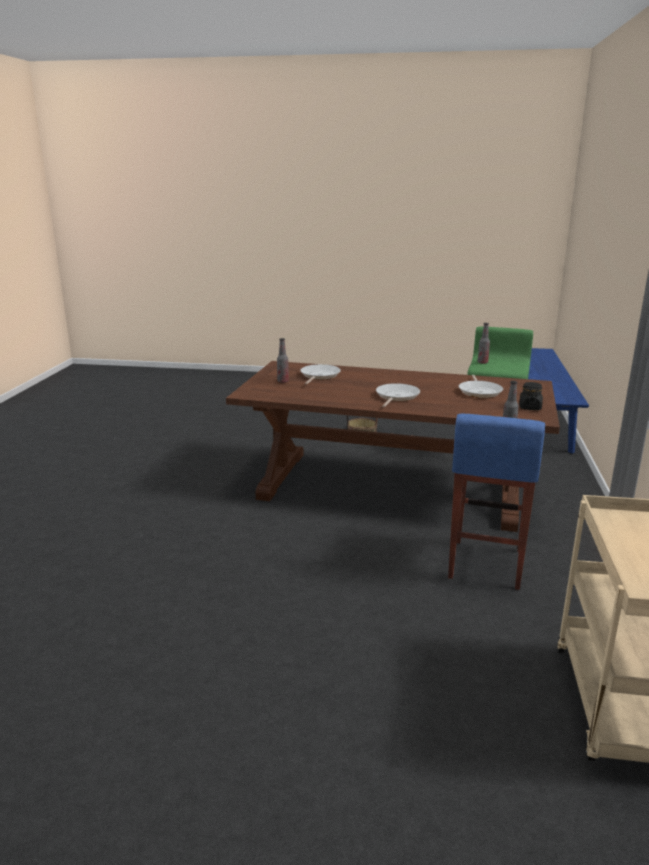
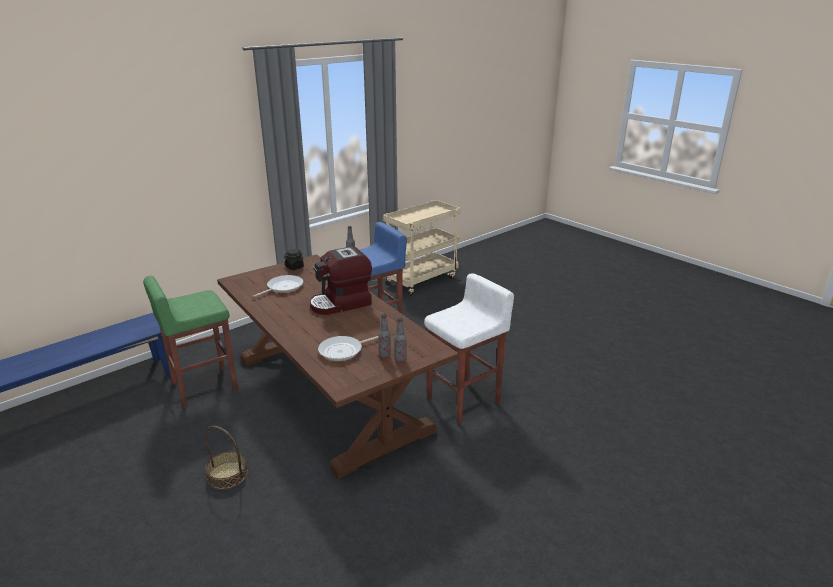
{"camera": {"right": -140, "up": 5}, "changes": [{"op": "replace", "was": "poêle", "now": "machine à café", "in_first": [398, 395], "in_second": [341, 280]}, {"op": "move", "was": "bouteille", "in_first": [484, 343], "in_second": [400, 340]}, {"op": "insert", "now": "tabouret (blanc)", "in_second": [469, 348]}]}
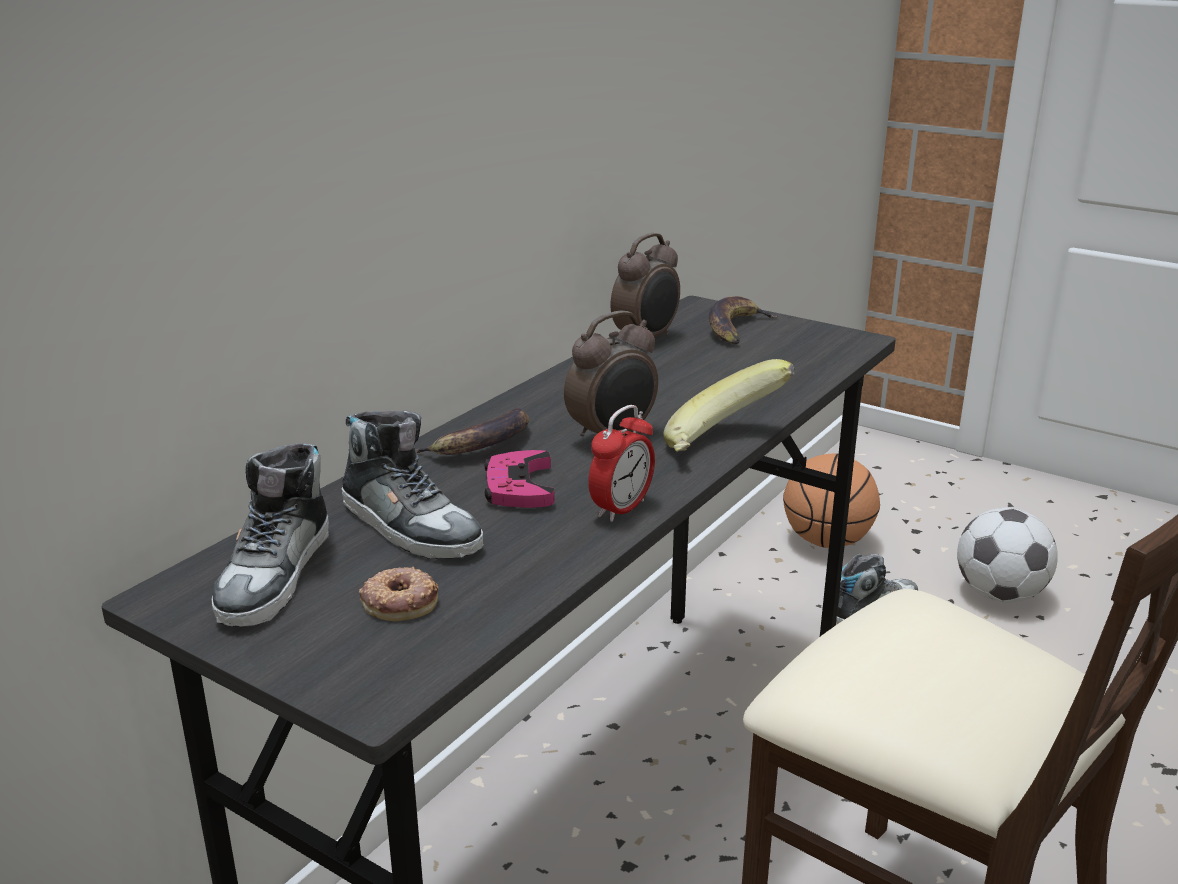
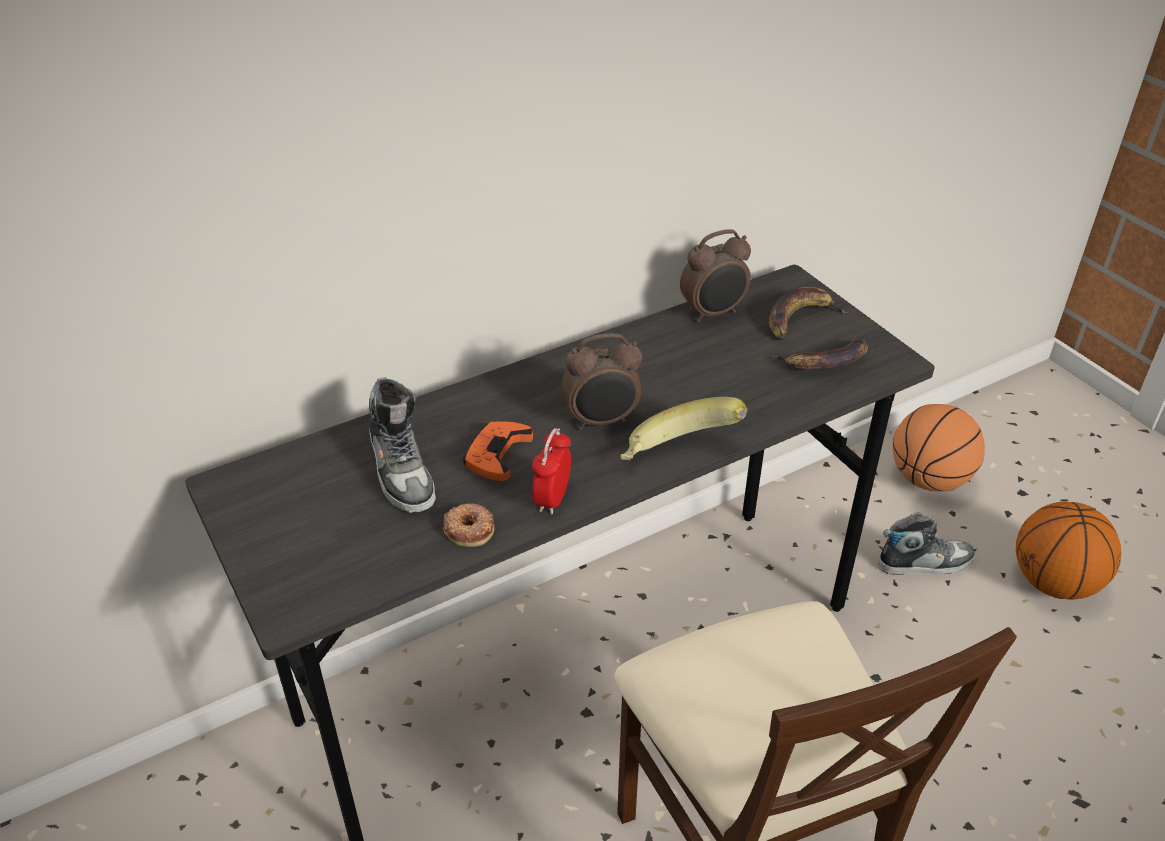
{"camera": {"right": 25, "up": 15}, "changes": [{"op": "delete", "was": "chaussure", "in_first": [270, 535]}, {"op": "move", "was": "beignet", "in_first": [399, 594], "in_second": [468, 525]}, {"op": "move", "was": "banane", "in_first": [472, 431], "in_second": [820, 354]}, {"op": "recolor", "was": "manette (rose)", "now": "manette (orange)", "in_first": [519, 479], "in_second": [498, 451]}, {"op": "rotate", "was": "réveil", "in_first": [621, 463], "in_second": [551, 471], "clockwise": 135}, {"op": "replace", "was": "ballon de foot", "now": "ballon de basket", "in_first": [1007, 555], "in_second": [1068, 550]}]}
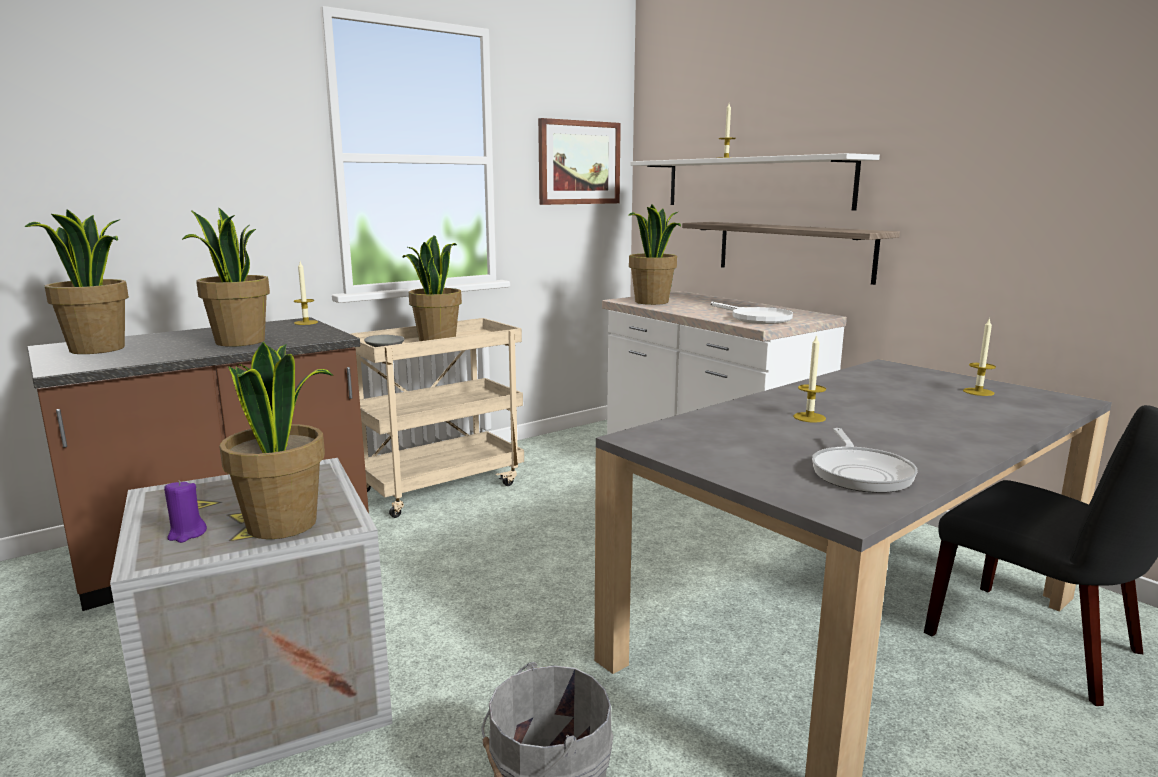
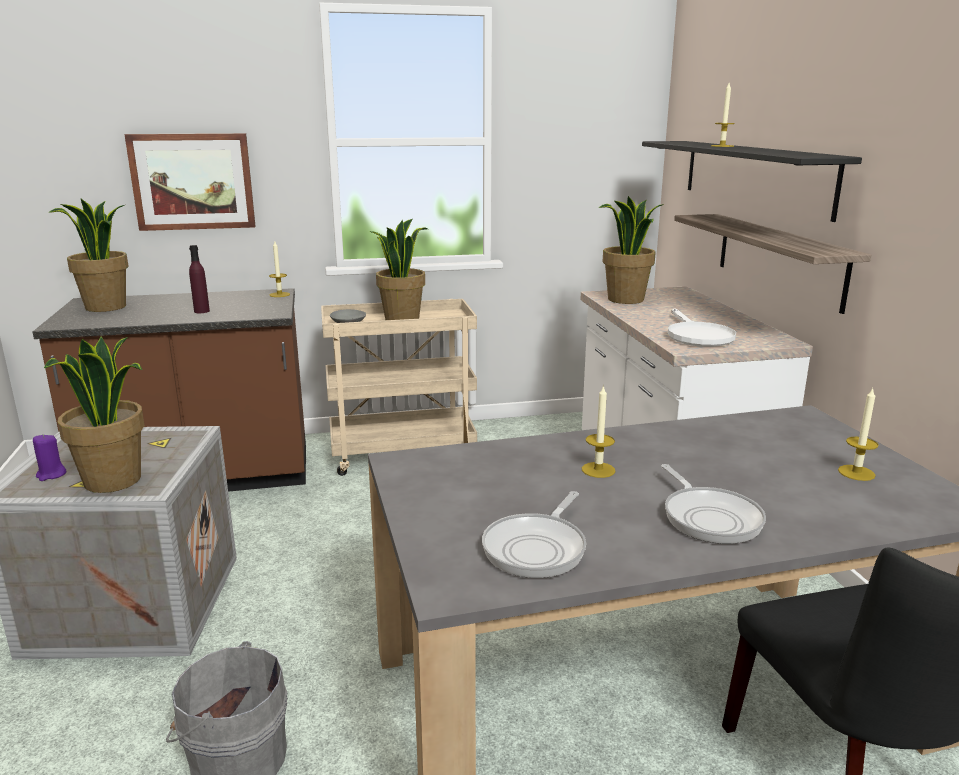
{"camera": {"right": 25, "up": 5}, "changes": [{"op": "replace", "was": "plante en pot", "now": "bouteille (violet)", "in_first": [226, 277], "in_second": [199, 279]}, {"op": "move", "was": "tableau", "in_first": [579, 161], "in_second": [190, 182]}, {"op": "recolor", "was": "étagère (blanc)", "now": "étagère (noir)", "in_first": [755, 182], "in_second": [752, 181]}, {"op": "insert", "now": "poêle", "in_second": [713, 504]}]}
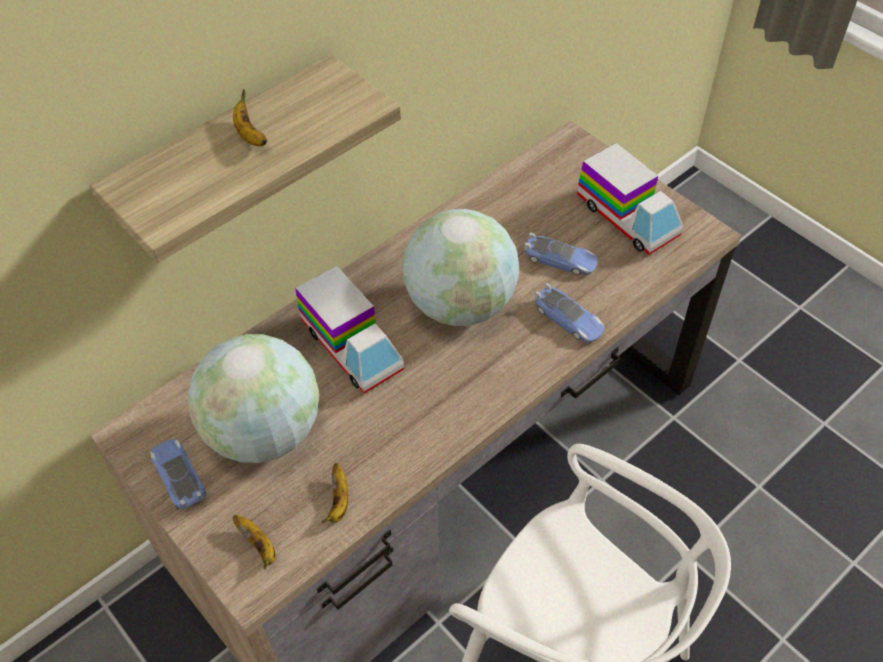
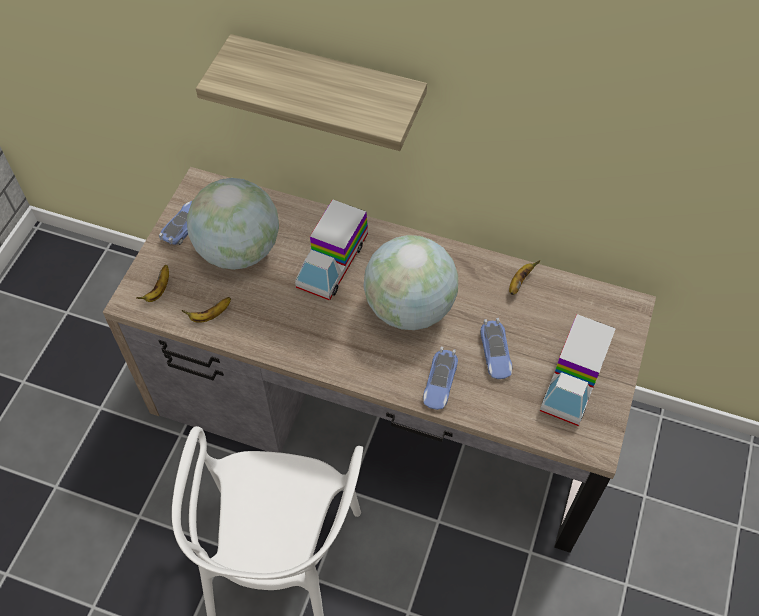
{"camera": {"right": 60, "up": 5}, "changes": [{"op": "move", "was": "banane", "in_first": [250, 117], "in_second": [525, 277]}]}
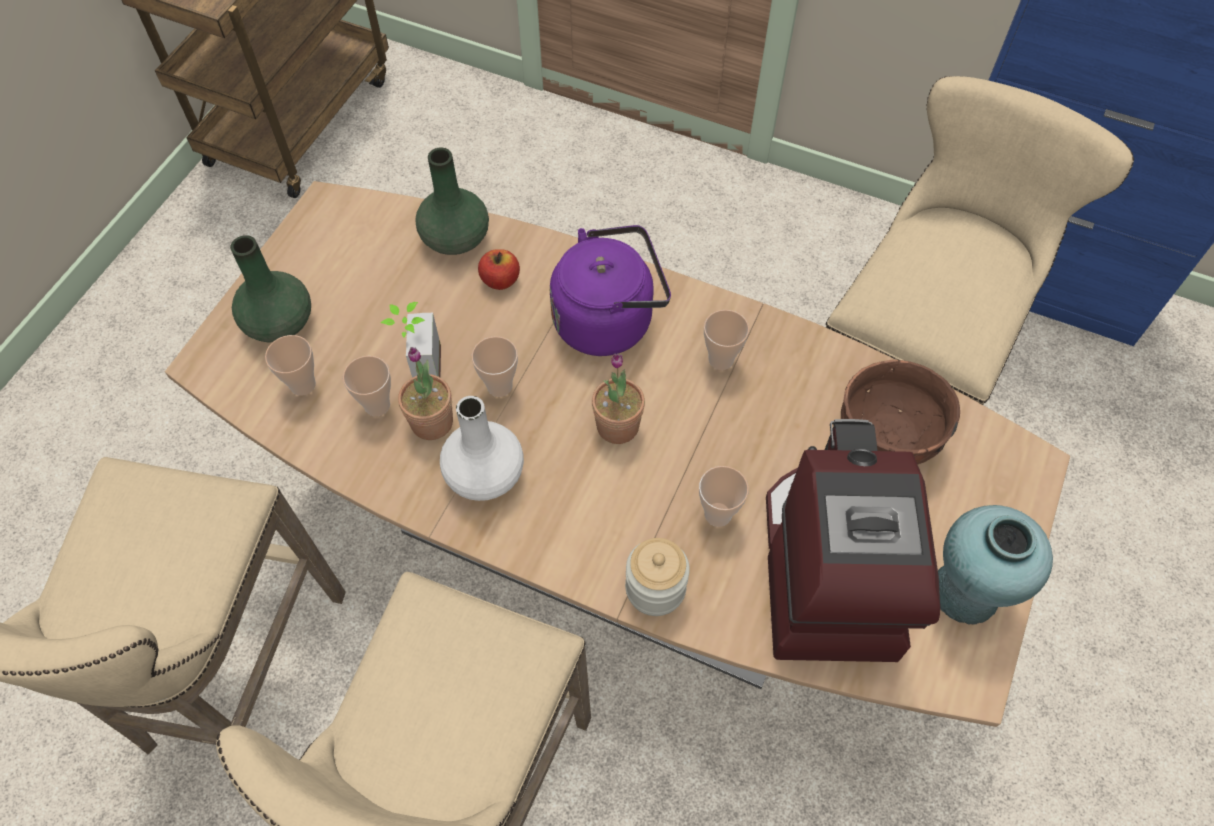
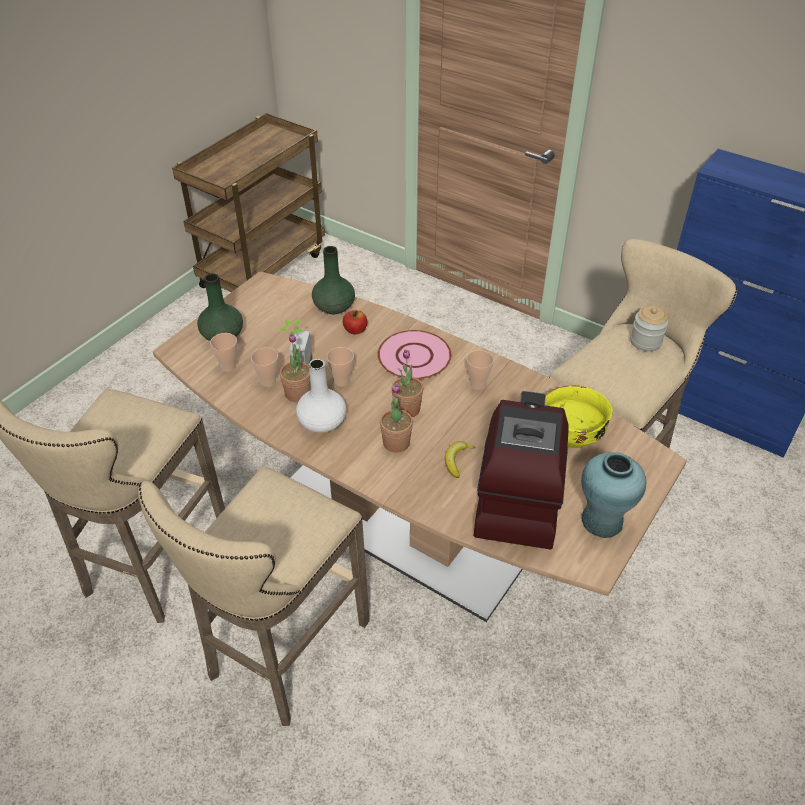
{"camera": {"right": 10, "up": -15}, "changes": [{"op": "replace", "was": "bouilloire (violet)", "now": "assiette (rose)", "in_first": [610, 290], "in_second": [414, 354]}, {"op": "move", "was": "bocal", "in_first": [657, 577], "in_second": [649, 329]}, {"op": "replace", "was": "tasse", "now": "banane", "in_first": [724, 496], "in_second": [460, 459]}, {"op": "recolor", "was": "bol (marron)", "now": "bol (jaune)", "in_first": [900, 412], "in_second": [579, 416]}, {"op": "insert", "now": "plante en pot", "in_second": [396, 418]}]}
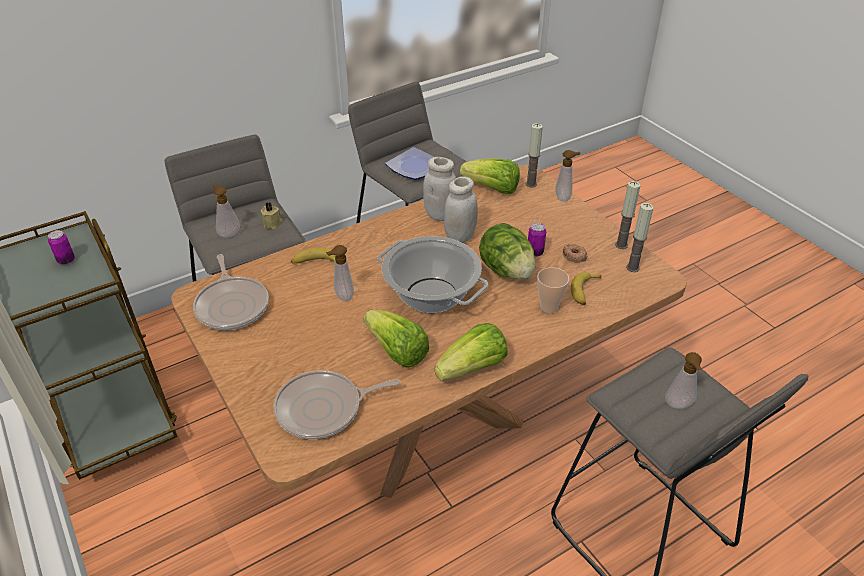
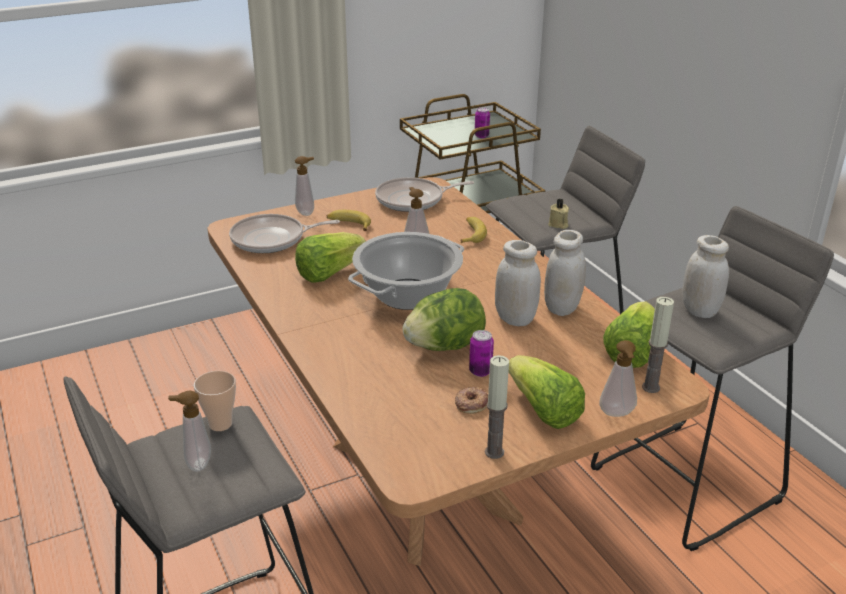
{"camera": {"right": 95, "up": -10}, "changes": [{"op": "move", "was": "distributeur de savon", "in_first": [226, 211], "in_second": [304, 186]}, {"op": "rotate", "was": "poêle", "in_first": [337, 404], "in_second": [284, 233], "clockwise": -90}, {"op": "replace", "was": "assiette", "now": "bocal (blanc)", "in_first": [409, 163], "in_second": [705, 276]}, {"op": "move", "was": "laitue", "in_first": [471, 351], "in_second": [546, 392]}, {"op": "move", "was": "tasse", "in_first": [553, 290], "in_second": [215, 401]}, {"op": "move", "was": "banane", "in_first": [586, 288], "in_second": [349, 220]}, {"op": "delete", "was": "bougie", "in_first": [639, 237]}]}
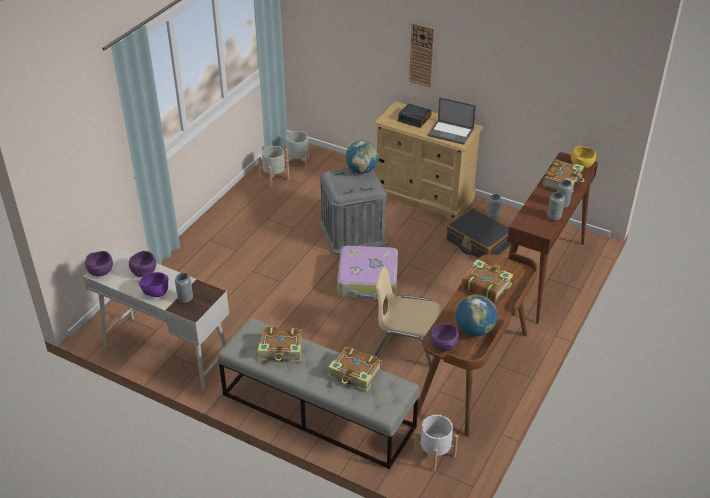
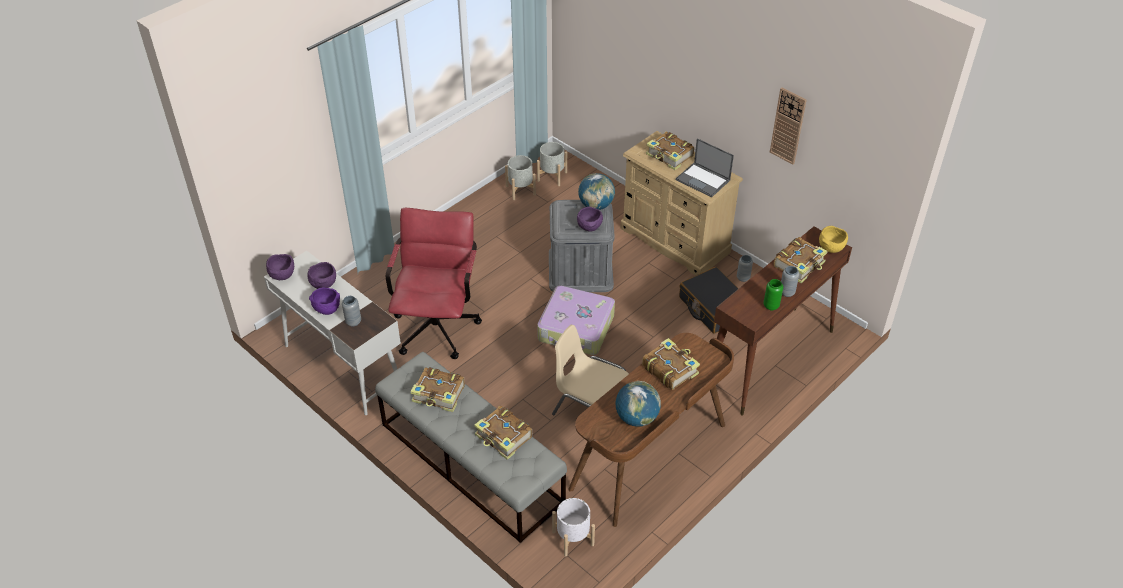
{"camera": {"right": 15, "up": 5}, "changes": [{"op": "replace", "was": "réveil", "now": "livre", "in_first": [415, 115], "in_second": [670, 151]}, {"op": "move", "was": "horloge murale", "in_first": [422, 55], "in_second": [788, 126]}, {"op": "move", "was": "bol (violet)", "in_first": [444, 337], "in_second": [590, 219]}, {"op": "recolor", "was": "vase (gris)", "now": "vase (vert)", "in_first": [556, 206], "in_second": [773, 294]}, {"op": "insert", "now": "chaise de bureau (rouge)", "in_second": [434, 283]}]}
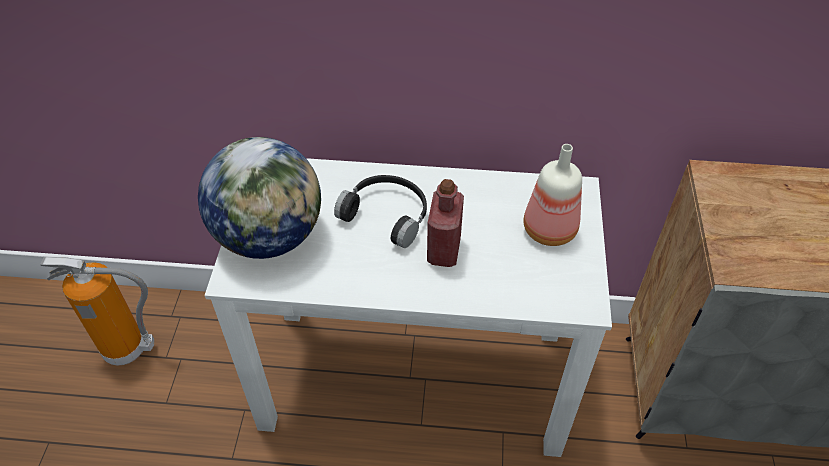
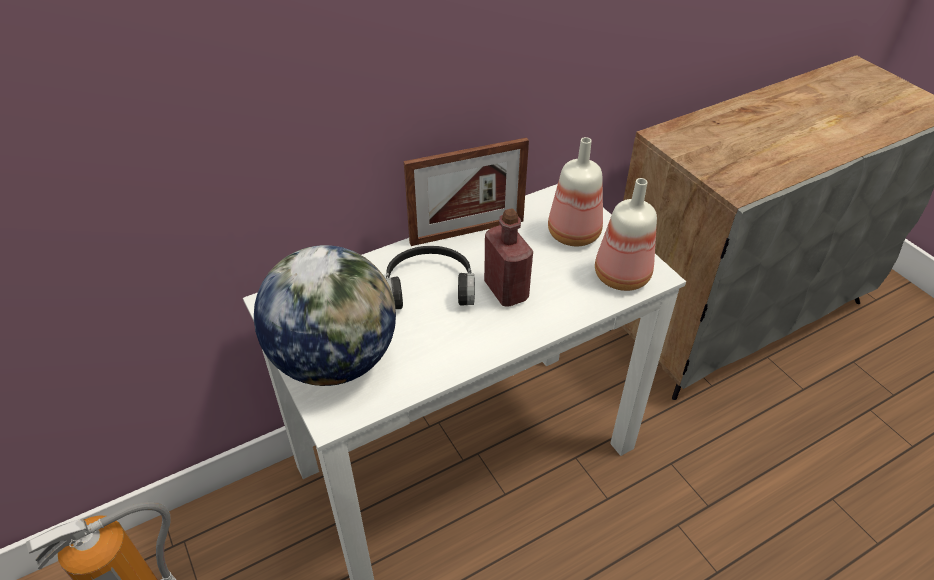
{"camera": {"right": -35, "up": -5}, "changes": [{"op": "insert", "now": "cadre photo", "in_second": [466, 191]}, {"op": "insert", "now": "bouteille", "in_second": [626, 234]}]}
